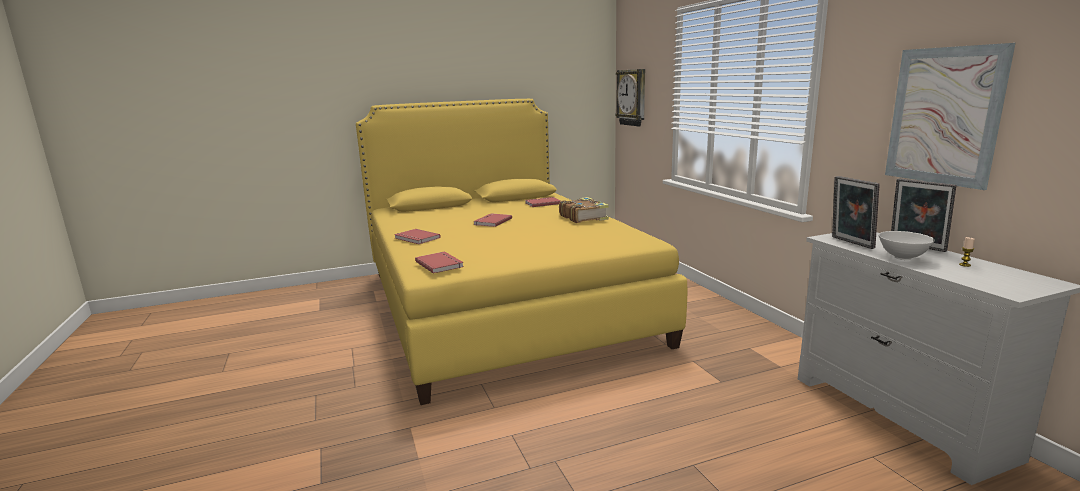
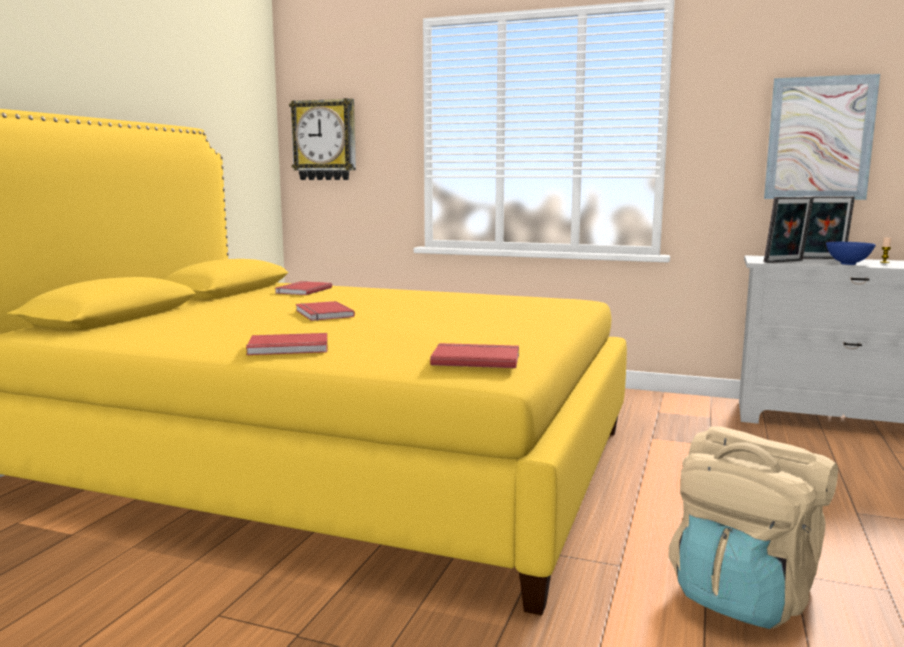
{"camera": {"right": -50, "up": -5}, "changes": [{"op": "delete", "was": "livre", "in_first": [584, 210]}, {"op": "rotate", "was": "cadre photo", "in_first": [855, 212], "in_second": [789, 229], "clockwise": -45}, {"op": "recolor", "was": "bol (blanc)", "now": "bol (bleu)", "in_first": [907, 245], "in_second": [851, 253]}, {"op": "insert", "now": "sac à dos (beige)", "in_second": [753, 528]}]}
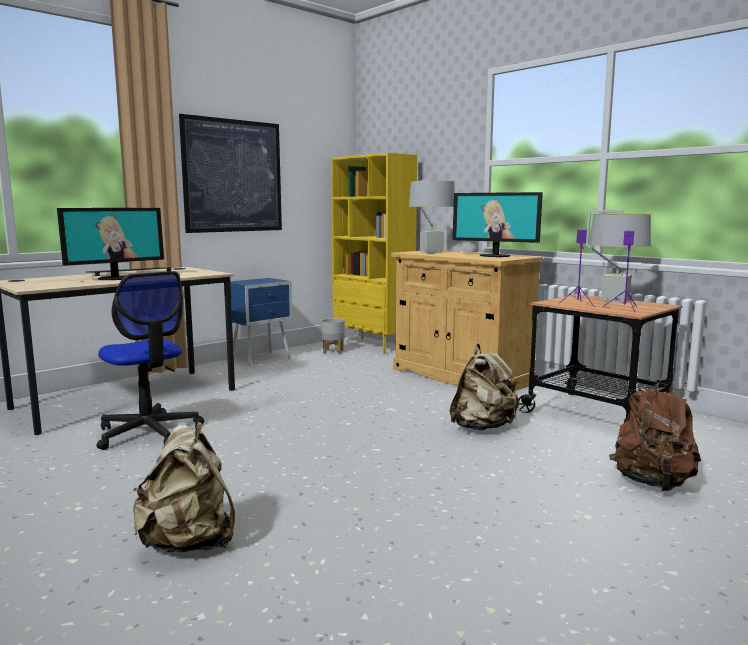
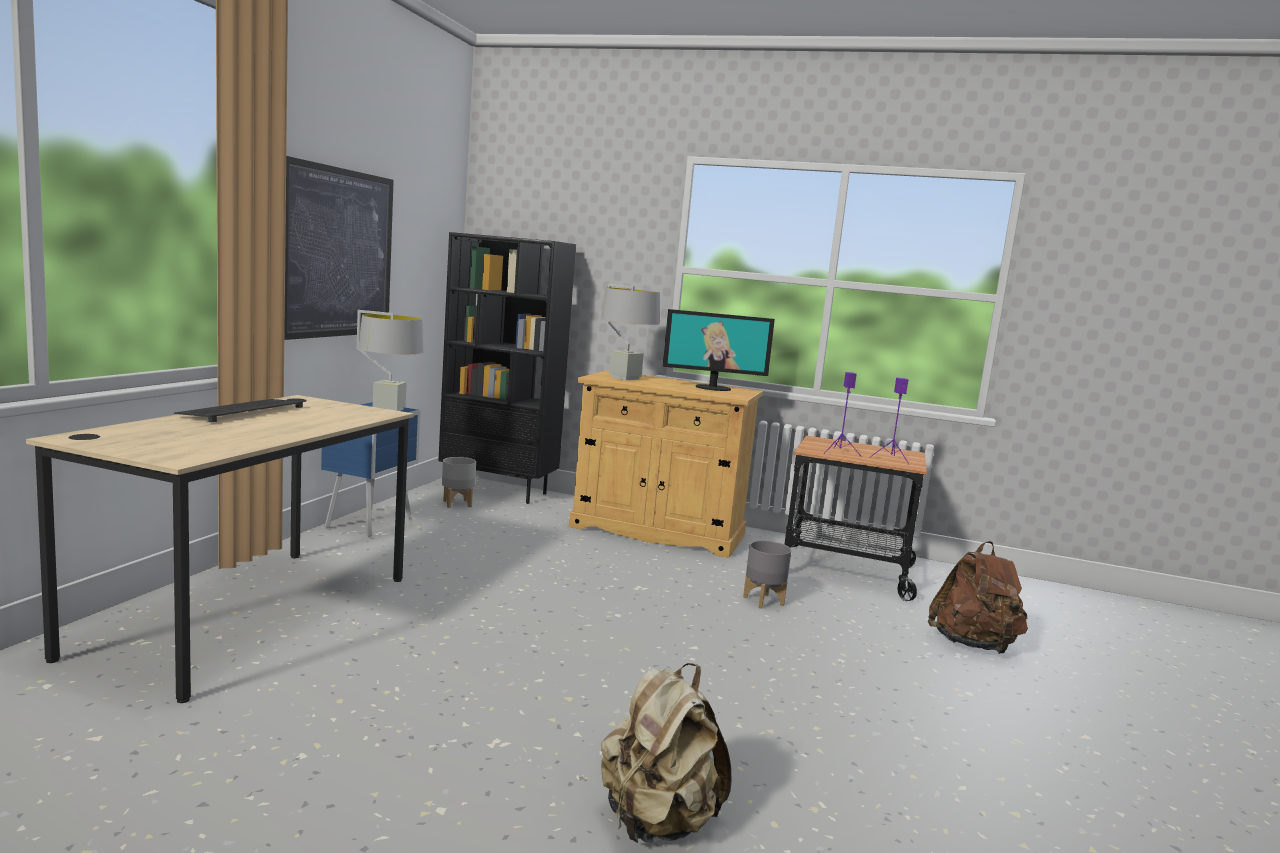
{"camera": {"right": -30, "up": 0}, "changes": [{"op": "delete", "was": "écran d'ordinateur", "in_first": [110, 244]}, {"op": "delete", "was": "chaise de bureau", "in_first": [150, 360]}, {"op": "recolor", "was": "bibliothèque (jaune)", "now": "bibliothèque (noir)", "in_first": [374, 253], "in_second": [507, 368]}, {"op": "replace", "was": "sac à dos (beige)", "now": "cache-pot (gris)", "in_first": [484, 386], "in_second": [767, 574]}, {"op": "move", "was": "lampe de table (gris)", "in_first": [618, 256], "in_second": [390, 360]}]}
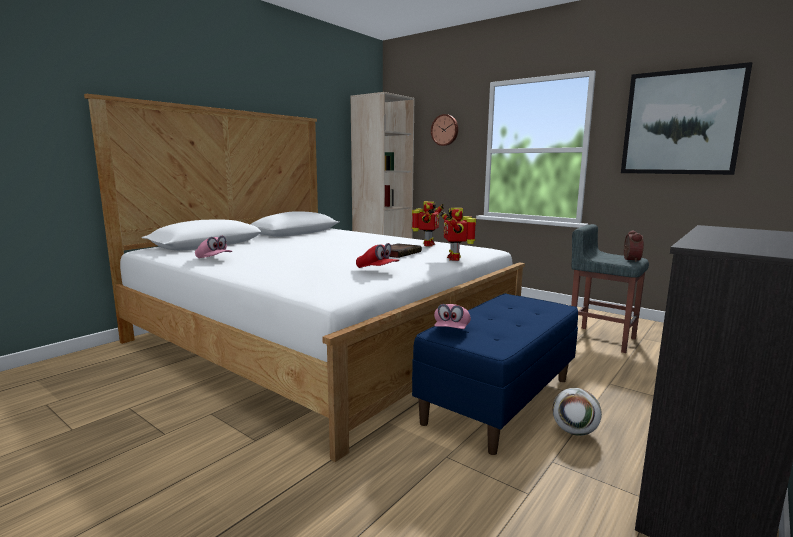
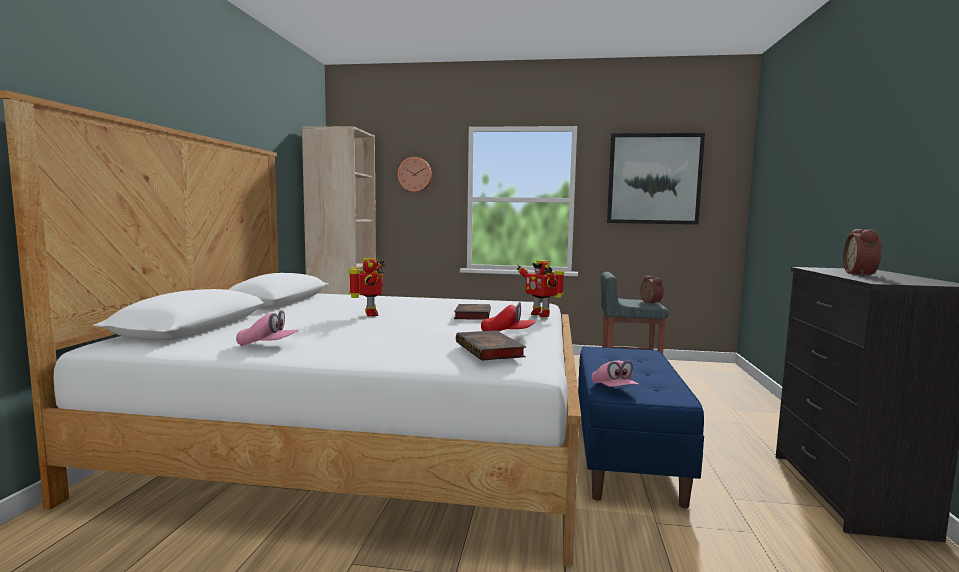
{"camera": {"right": -30, "up": -5}, "changes": [{"op": "move", "was": "robot jouet", "in_first": [428, 224], "in_second": [367, 287]}, {"op": "delete", "was": "ballon de foot", "in_first": [577, 412]}, {"op": "insert", "now": "livre", "in_second": [491, 345]}, {"op": "insert", "now": "réveil", "in_second": [862, 252]}]}
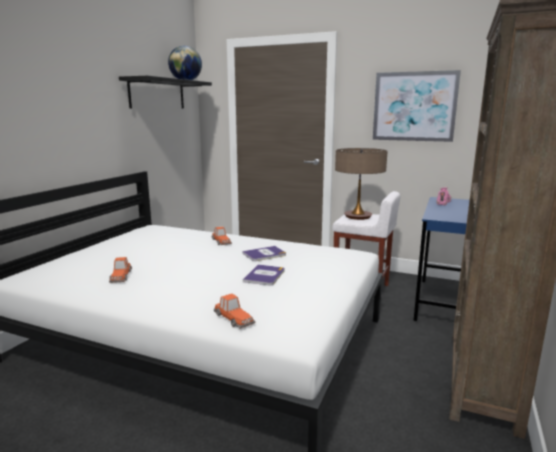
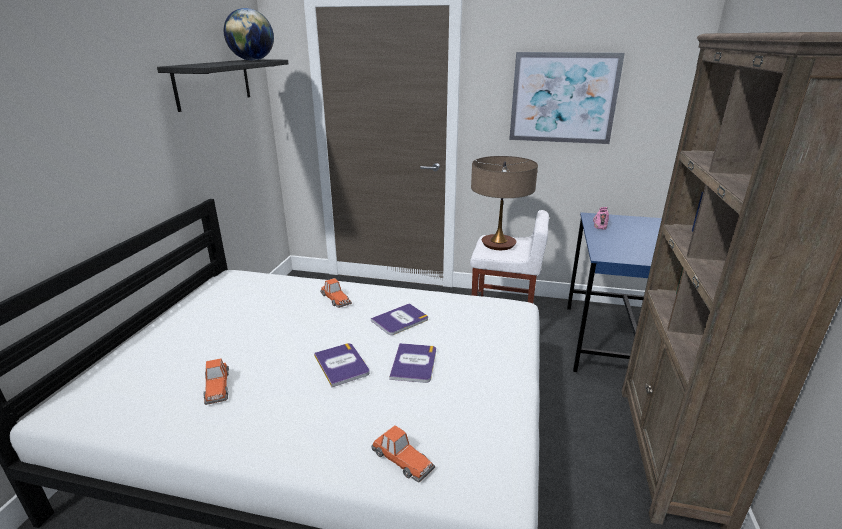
{"camera": {"right": -10, "up": 10}, "changes": [{"op": "insert", "now": "livre", "in_second": [342, 365]}]}
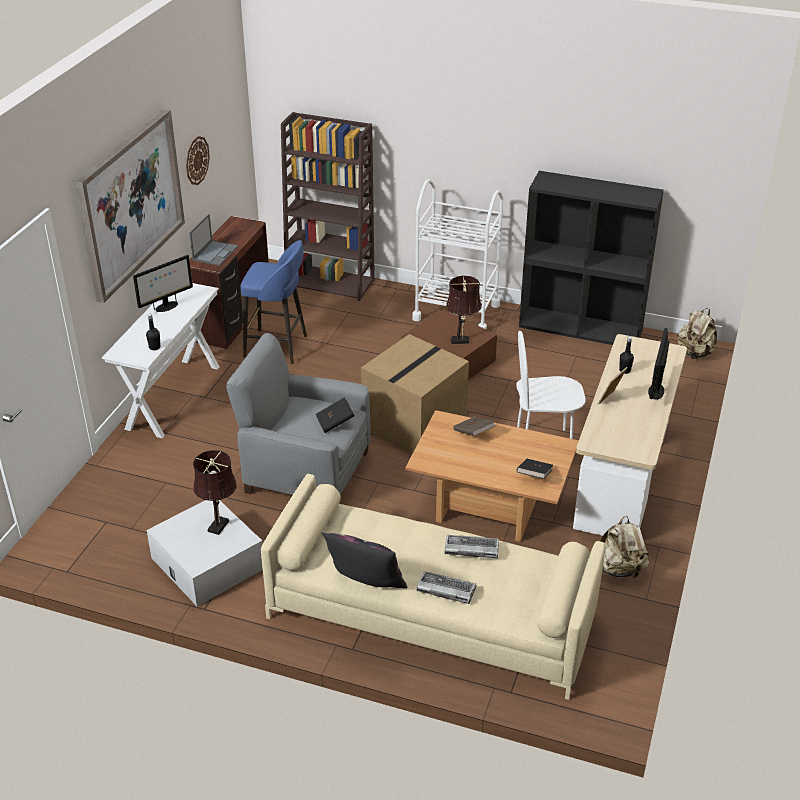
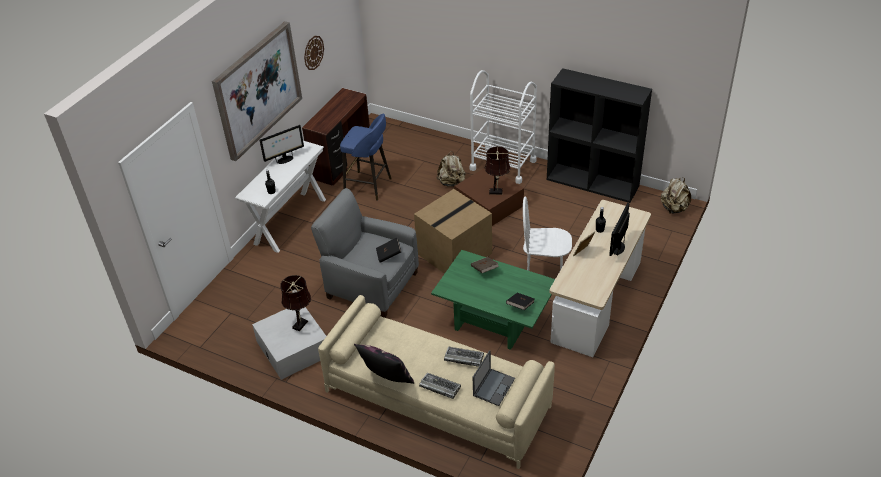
{"camera": {"right": 10, "up": 5}, "changes": [{"op": "move", "was": "ordinateur portable", "in_first": [213, 240], "in_second": [494, 378]}, {"op": "delete", "was": "bibliothèque (marron)", "in_first": [328, 206]}, {"op": "recolor", "was": "table basse (marron)", "now": "table basse (vert)", "in_first": [492, 476], "in_second": [493, 300]}, {"op": "move", "was": "sac à dos (beige)", "in_first": [624, 547], "in_second": [451, 169]}]}
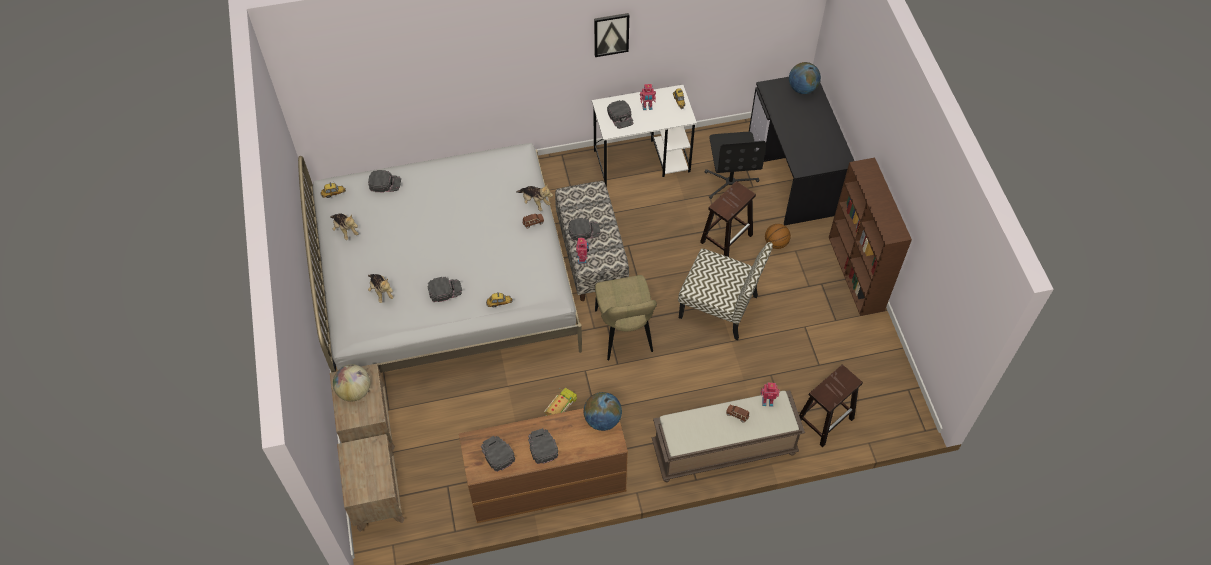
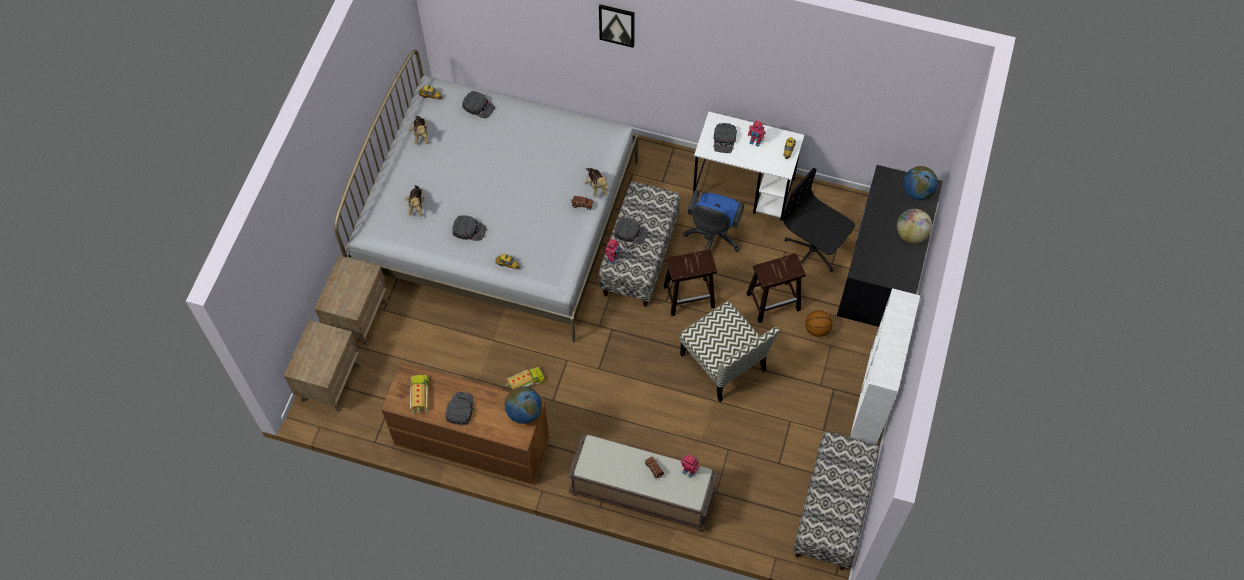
{"camera": {"right": 30, "up": 5}, "changes": [{"op": "move", "was": "globe", "in_first": [352, 383], "in_second": [914, 226]}, {"op": "replace", "was": "casquette (noir)", "now": "camion jouet", "in_first": [498, 454], "in_second": [418, 394]}, {"op": "move", "was": "tableau", "in_first": [611, 35], "in_second": [617, 26]}, {"op": "delete", "was": "chaise (beige)", "in_first": [626, 317]}, {"op": "rotate", "was": "chaise de bureau (noir)", "in_first": [735, 165], "in_second": [819, 220], "clockwise": 105}, {"op": "move", "was": "tabouret (marron)", "in_first": [831, 406], "in_second": [690, 282]}, {"op": "recolor", "was": "bibliothèque (marron)", "now": "bibliothèque (blanc)", "in_first": [870, 237], "in_second": [885, 366]}, {"op": "insert", "now": "chaise de bureau (bleu)", "in_second": [713, 221]}, {"op": "insert", "now": "banc", "in_second": [835, 501]}]}
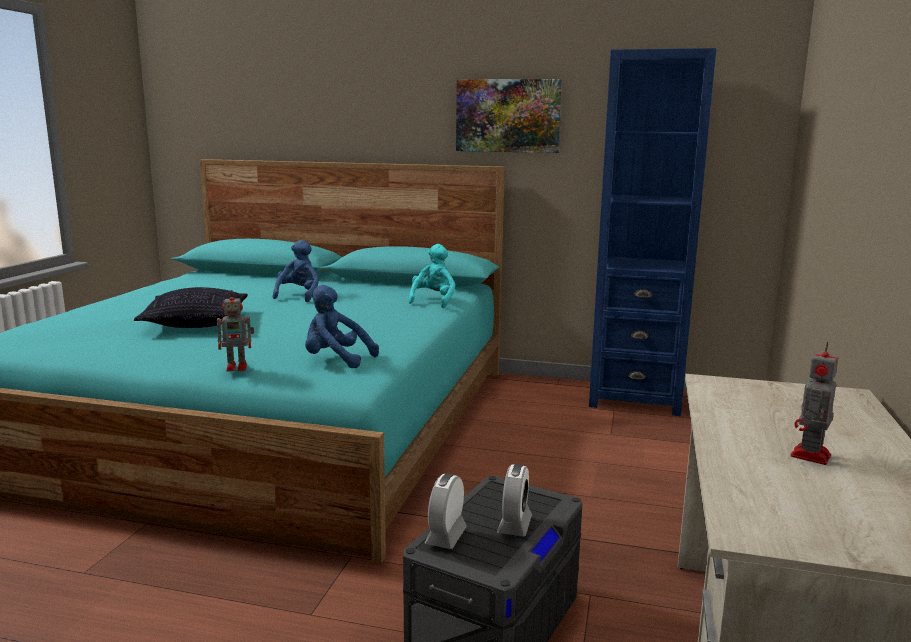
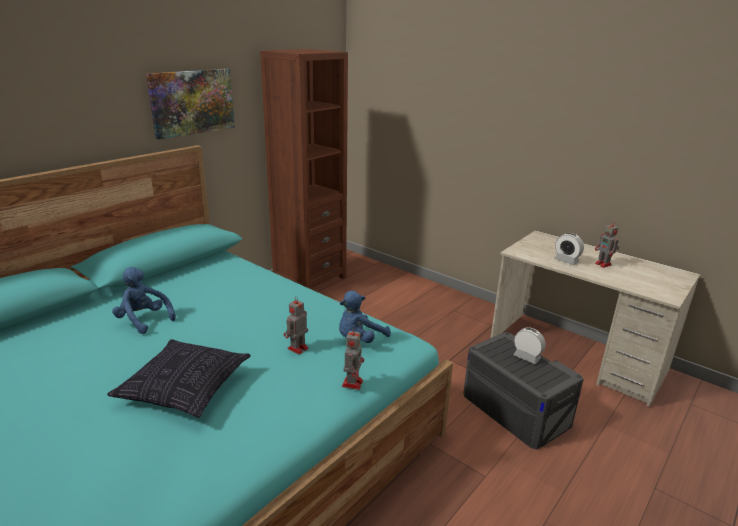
{"camera": {"right": -65, "up": 10}, "changes": [{"op": "delete", "was": "peluche (turquoise)", "in_first": [432, 276]}, {"op": "move", "was": "réveil", "in_first": [445, 511], "in_second": [569, 249]}, {"op": "recolor", "was": "bibliothèque (bleu)", "now": "bibliothèque (marron)", "in_first": [652, 232], "in_second": [304, 169]}, {"op": "insert", "now": "robot jouet", "in_second": [296, 325]}]}
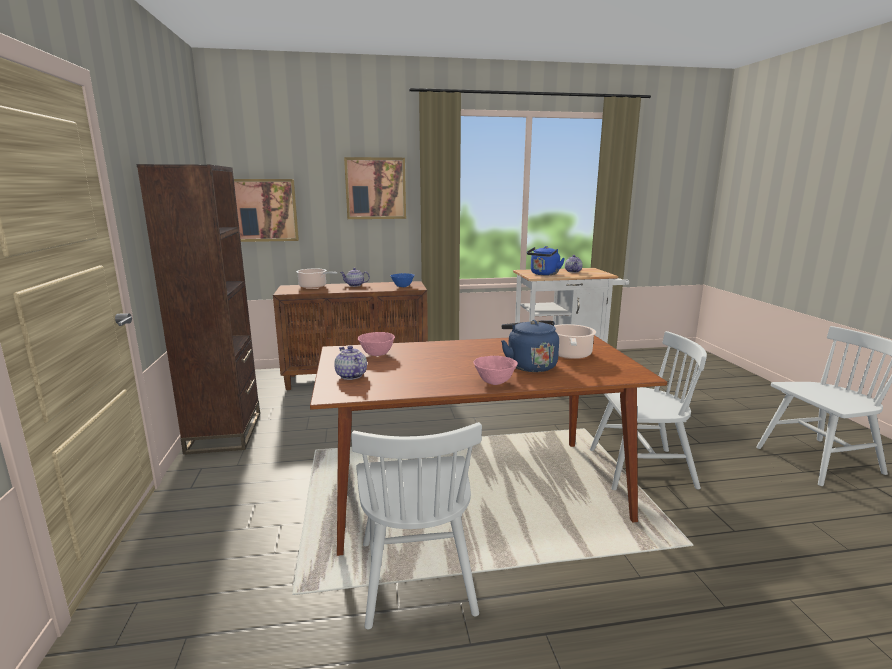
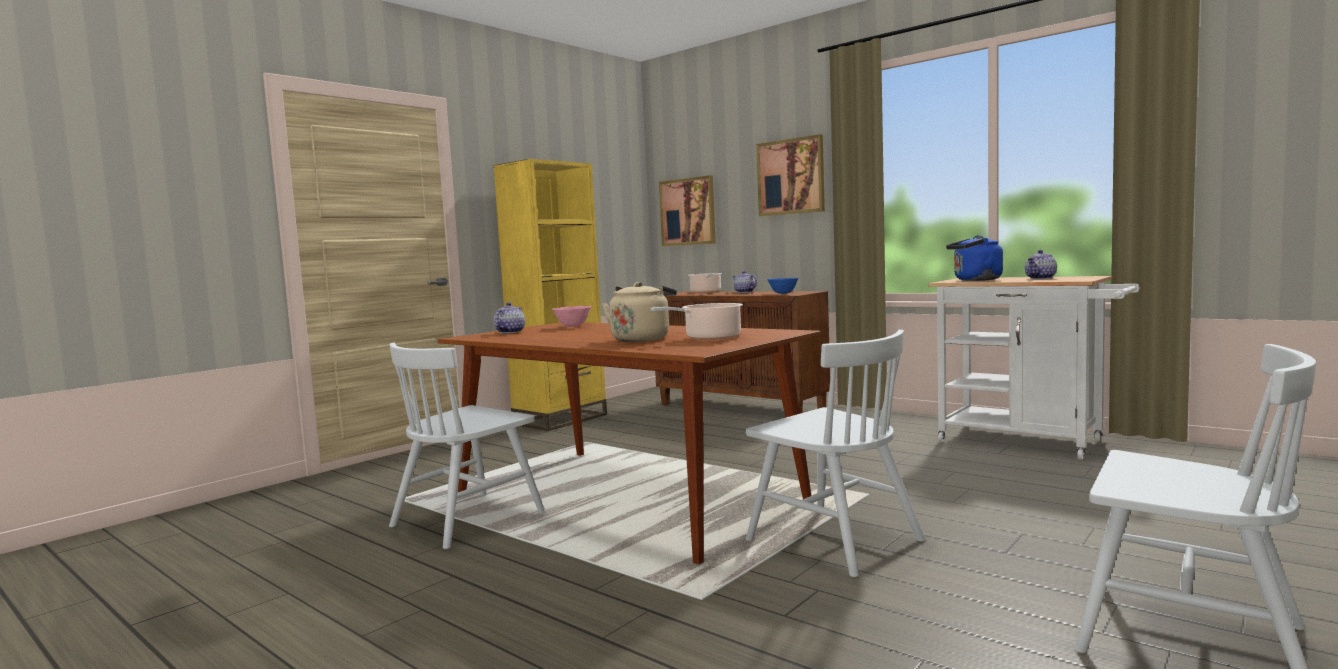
{"camera": {"right": 50, "up": -10}, "changes": [{"op": "recolor", "was": "bibliothèque (marron)", "now": "bibliothèque (jaune)", "in_first": [198, 309], "in_second": [550, 295]}, {"op": "delete", "was": "bol (rose)", "in_first": [495, 370]}, {"op": "recolor", "was": "bouilloire (bleu)", "now": "bouilloire (beige)", "in_first": [530, 346], "in_second": [639, 312]}]}
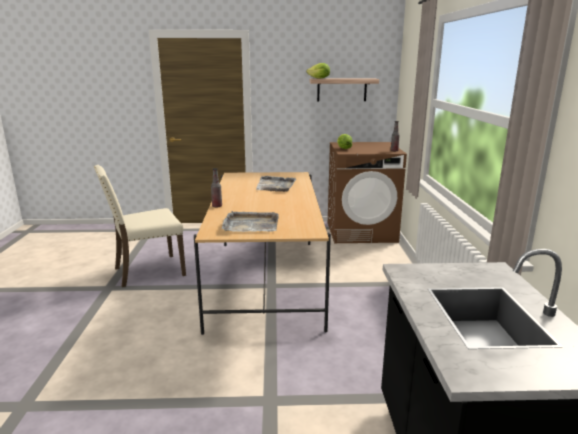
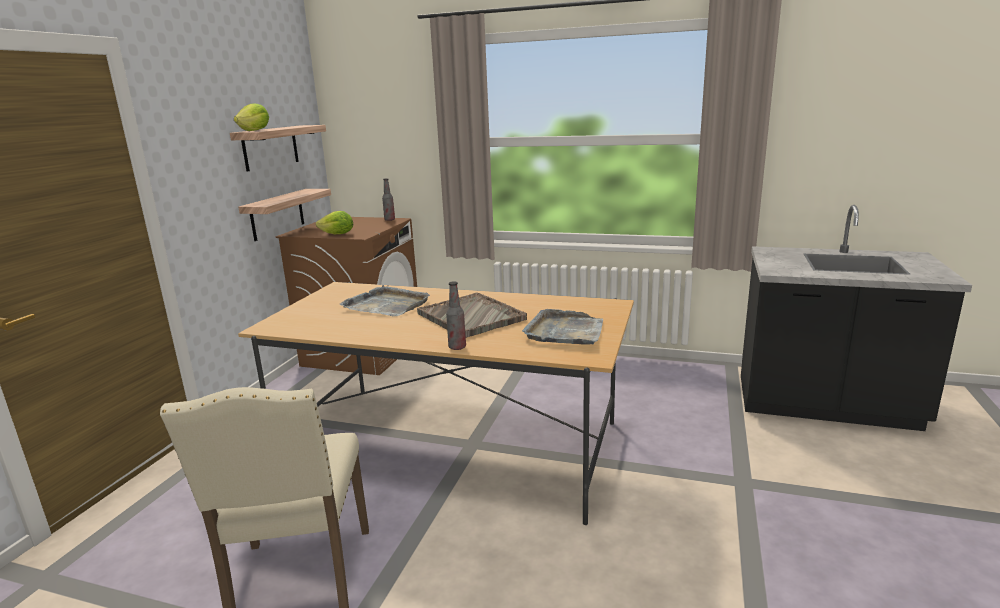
{"camera": {"right": -70, "up": 0}, "changes": [{"op": "insert", "now": "étagère", "in_second": [284, 215]}, {"op": "insert", "now": "plateau (gris)", "in_second": [472, 315]}]}
